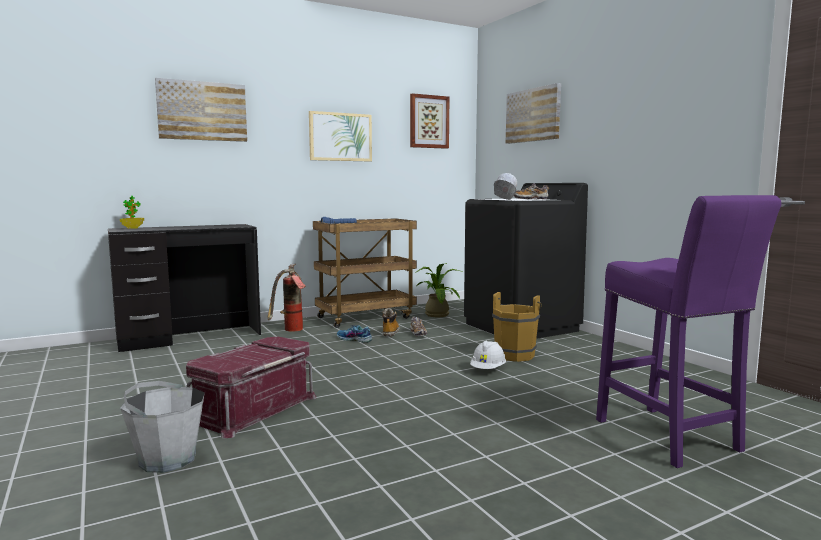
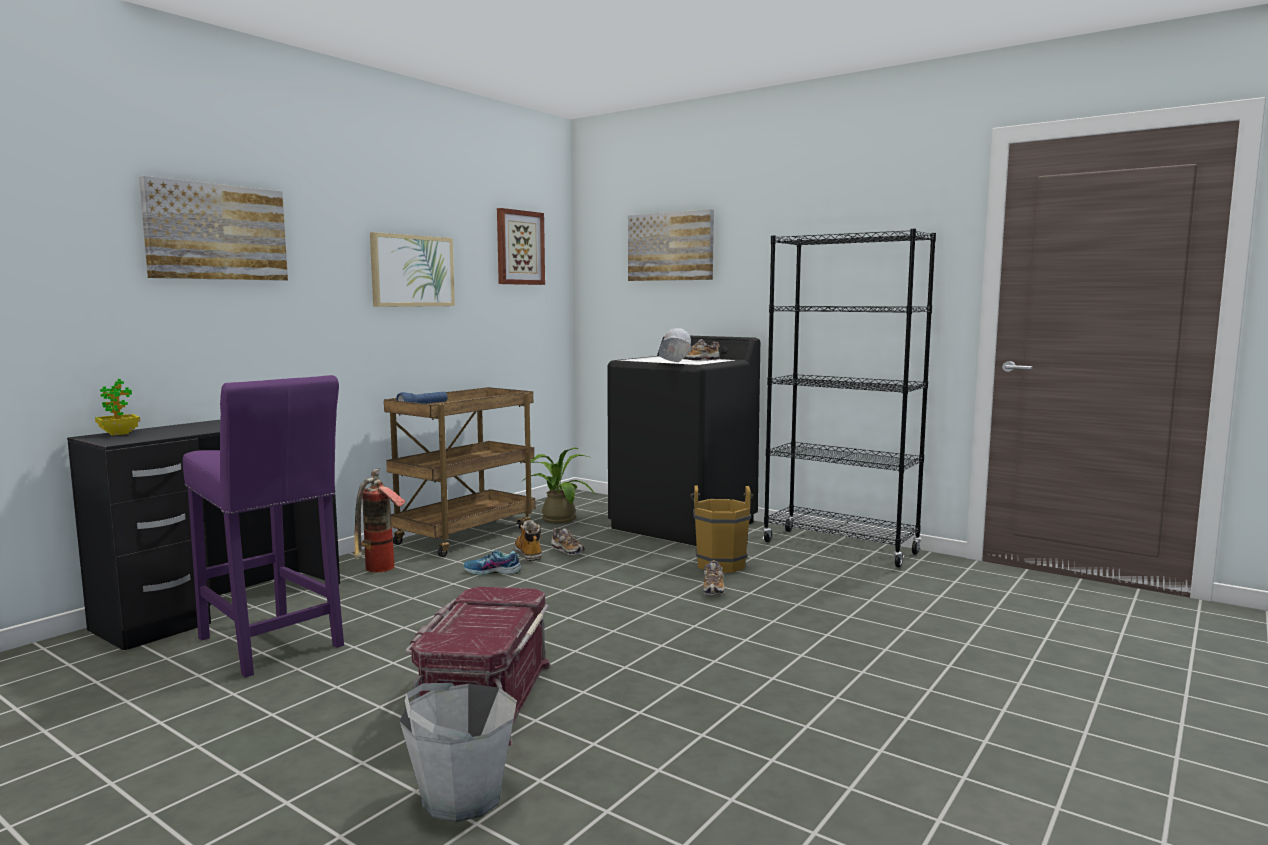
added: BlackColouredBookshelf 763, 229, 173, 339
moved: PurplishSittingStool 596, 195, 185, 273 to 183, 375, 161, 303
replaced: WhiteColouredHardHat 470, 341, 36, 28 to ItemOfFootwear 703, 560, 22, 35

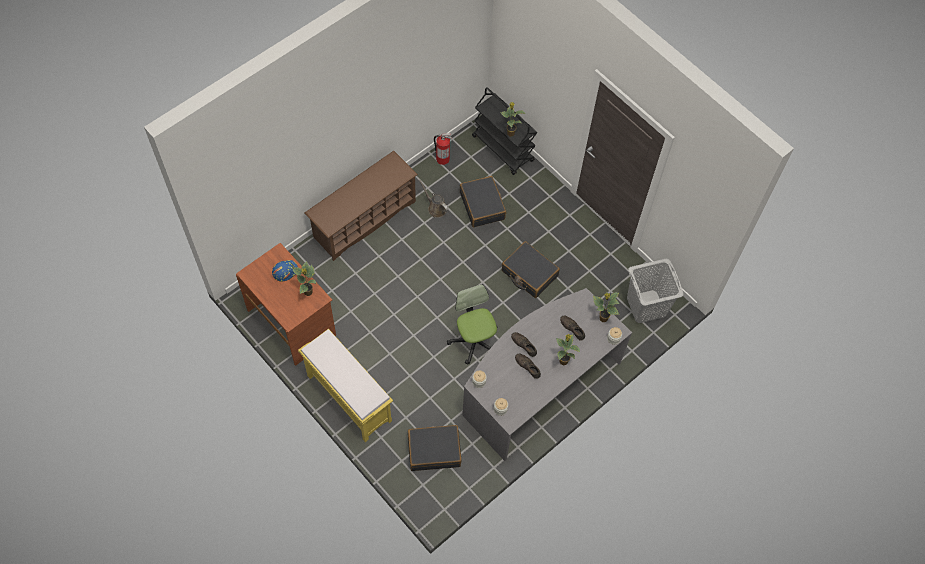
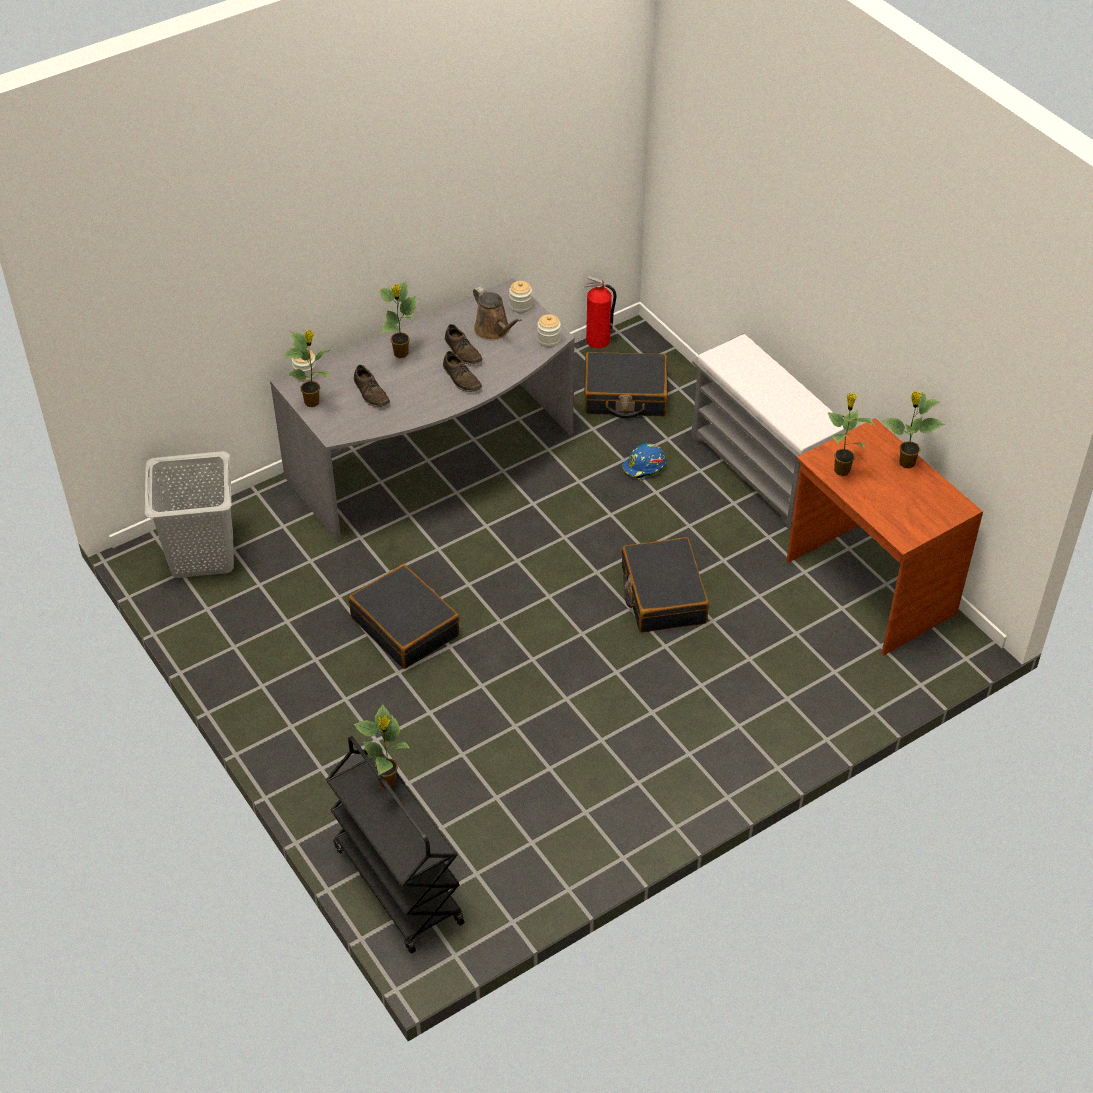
removed: BrownShoeShelf 305, 151, 113, 110; OfficeChair 447, 284, 50, 81
added: Houseplant 881, 391, 64, 78
moved: FireFightingCylinder 434, 133, 18, 32 to 584, 275, 32, 74; BlackColouredPieceOfLuggage 460, 176, 46, 51 to 621, 537, 88, 96; BrownWateringCan 419, 180, 29, 38 to 473, 287, 49, 53; BluishHardHat 272, 260, 26, 22 to 622, 443, 44, 38
recoloured: YellowBench 298, 329, 95, 113 to GreyishBench 691, 333, 159, 197

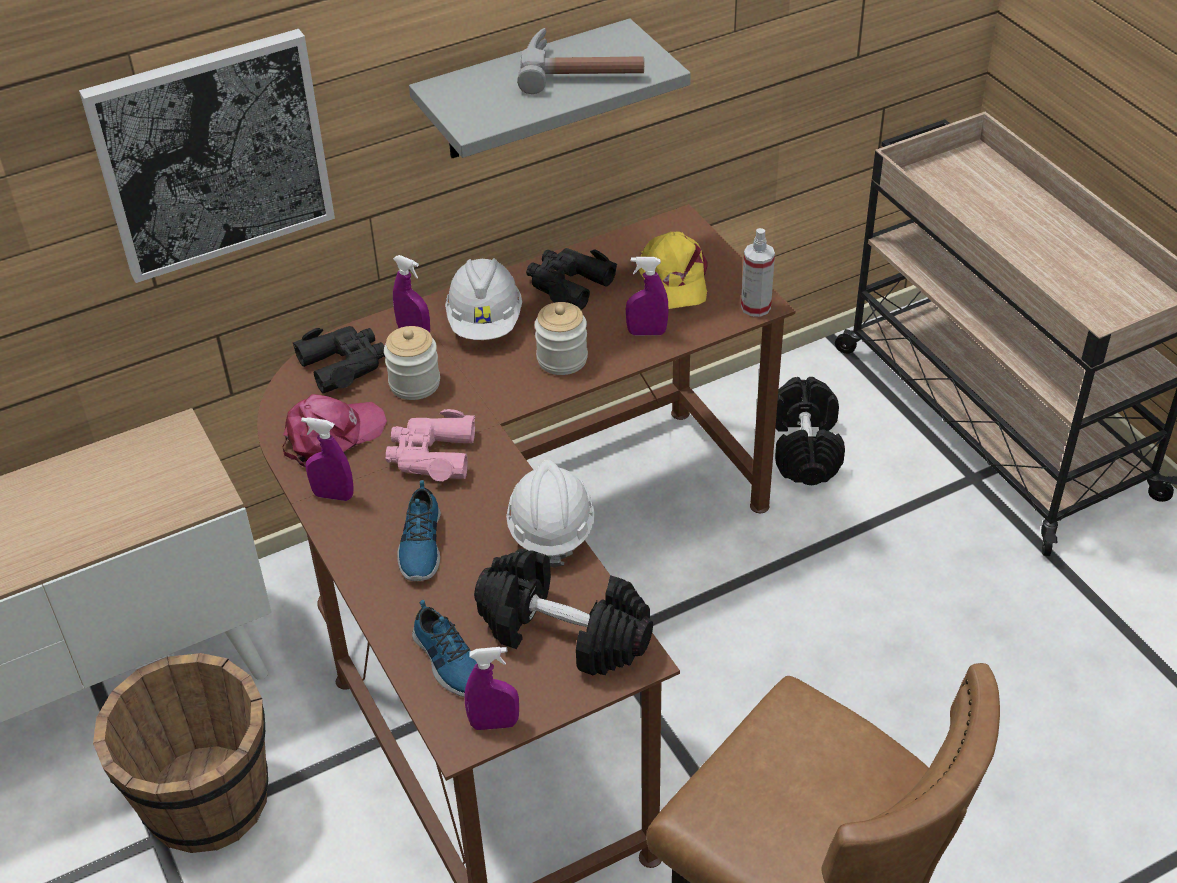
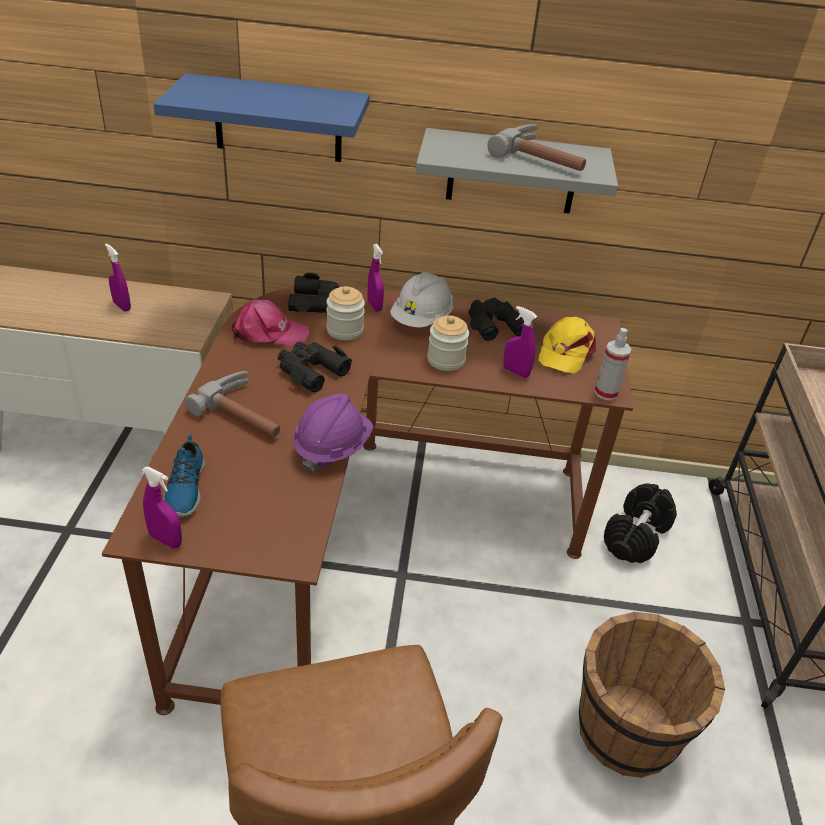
removed: BlackColouredDumbbell 474, 549, 179, 127
moved: PurplishHandSprayer 301, 417, 52, 84 to 105, 243, 26, 69; BrownWaterBucket 93, 653, 175, 200 to 579, 612, 146, 166
replaced: WallPicture 79, 29, 256, 254 to BluishWallShelf 154, 73, 216, 89; ItemOfFootwear 397, 480, 44, 101 to ToolHammer 185, 371, 95, 66
recoloured: PinkishFieldGlasses 385, 409, 90, 72 to BlackColouredFieldGlasses 278, 342, 74, 51; WhiteColouredHardHat 506, 460, 89, 108 to PurplishHardHat 293, 394, 81, 78

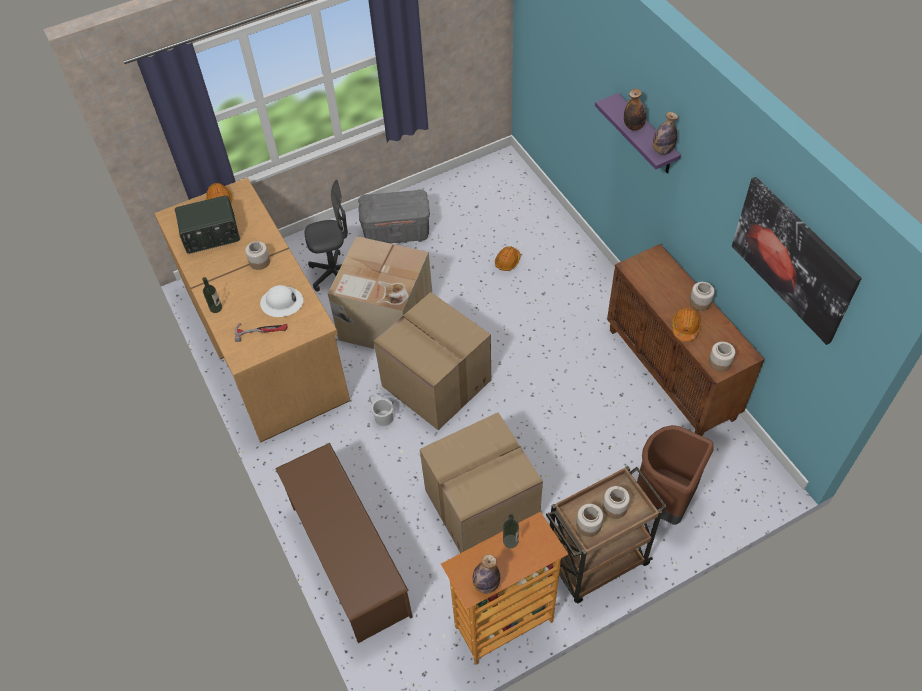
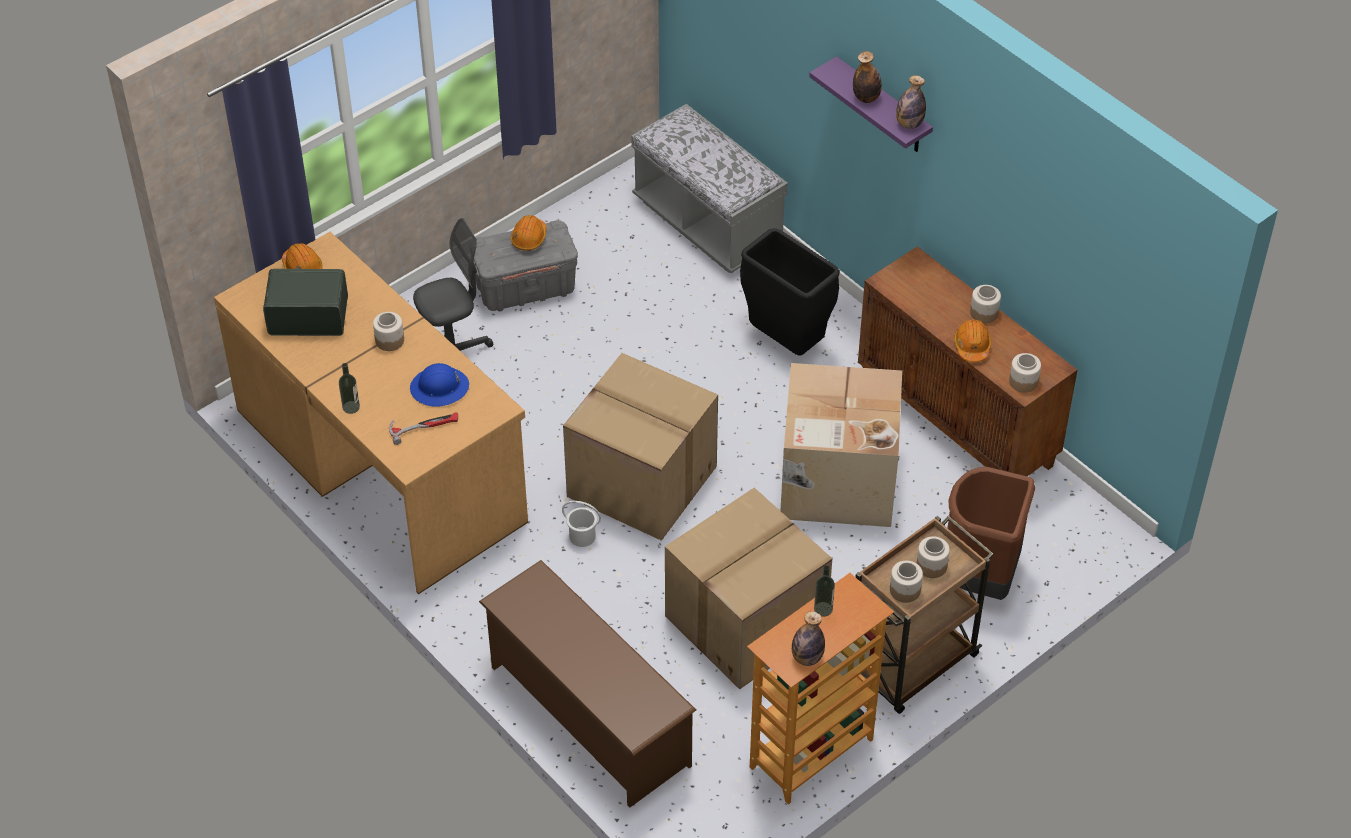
removed: WallPicture 732, 177, 130, 168
added: GreyishBench 631, 104, 157, 169; BlackColouredRubbishBin 740, 228, 100, 128
moved: Carton 328, 236, 104, 113 to 781, 363, 121, 164; OrangeColouredHardHat 495, 246, 26, 25 to 511, 215, 36, 36
recoloured: WhiteColouredHardHat 260, 285, 43, 32 to BluishHardHat 410, 363, 59, 44
turned: RadioSet 175, 195, 65, 59 = 263, 269, 85, 67 150 degrees counterclockwise

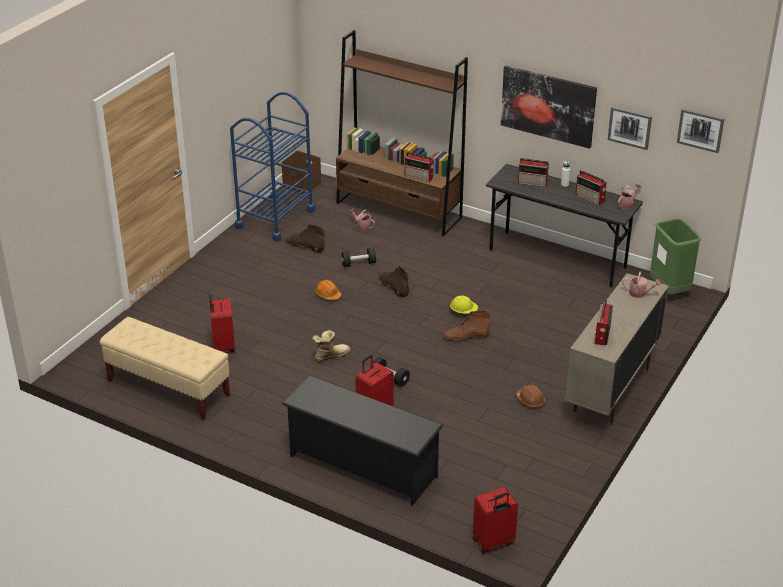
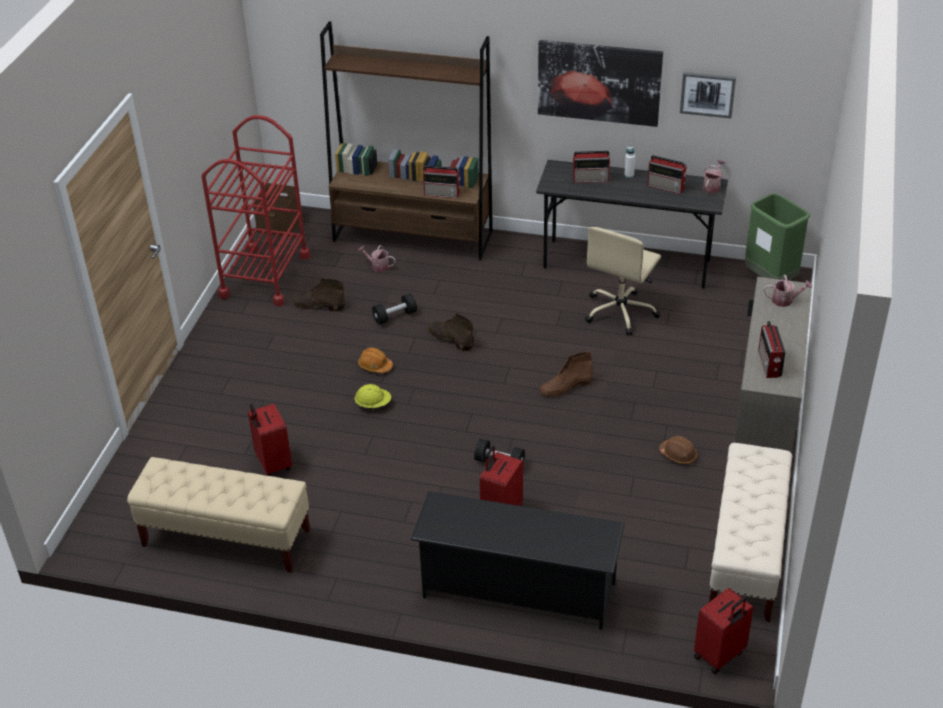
removed: WallPicture 677, 108, 48, 45; Boot 312, 330, 38, 31
added: BeigeOfficeChair 585, 227, 76, 108; BeigeBench 709, 443, 84, 179
moved: YellowHardHat 450, 296, 28, 20 to 354, 384, 37, 26
recoloured: BluishCart 230, 92, 85, 149 to RedColouredCart 201, 115, 109, 191

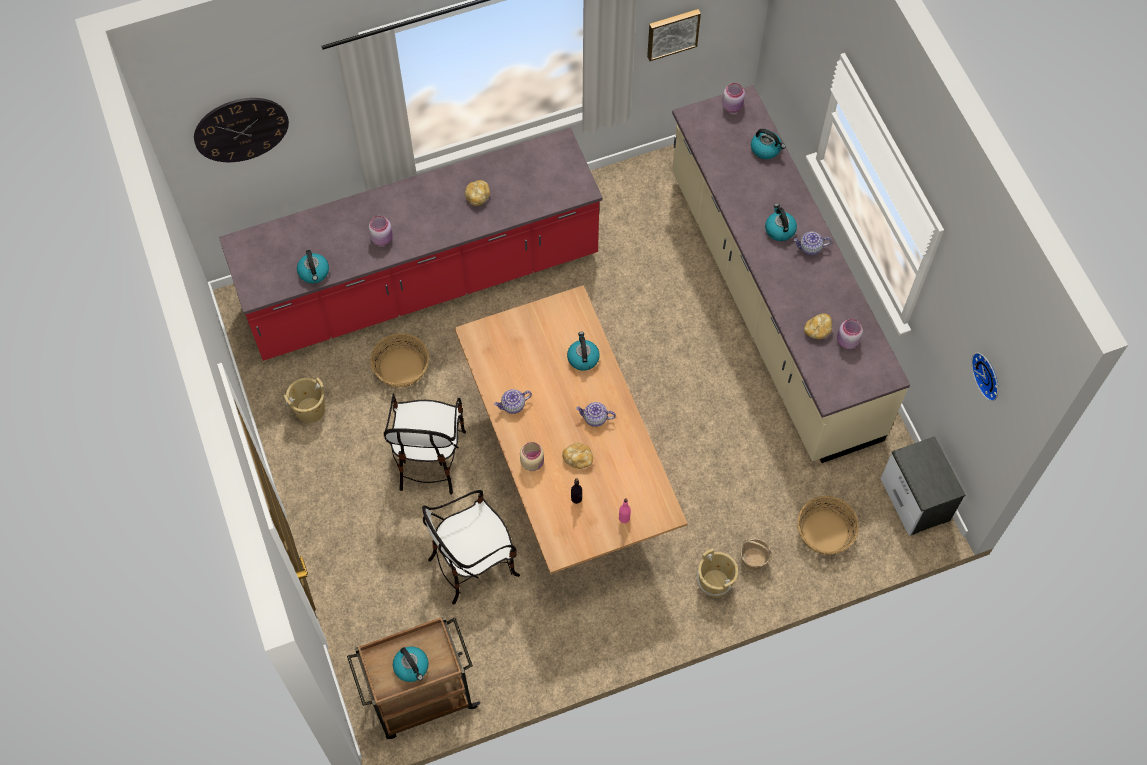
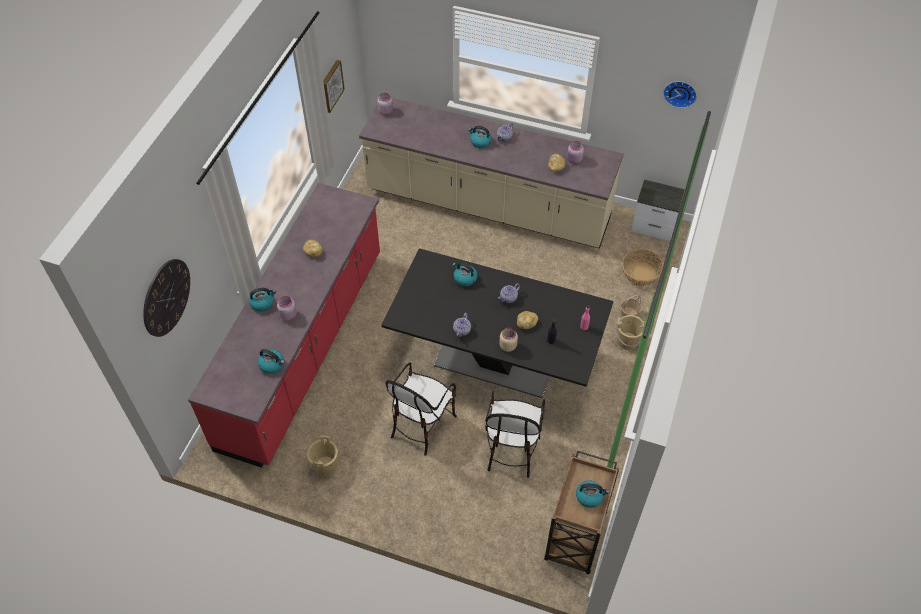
removed: Basket 371, 333, 58, 55
moved: TeaKettle 751, 129, 35, 30 to 249, 288, 27, 24
recoloured: BeigeDiningTable 455, 285, 233, 289 to BlackColouredDiningTable 381, 248, 232, 150
turned: Chair 384, 393, 82, 101 = 386, 362, 71, 94 75 degrees clockwise

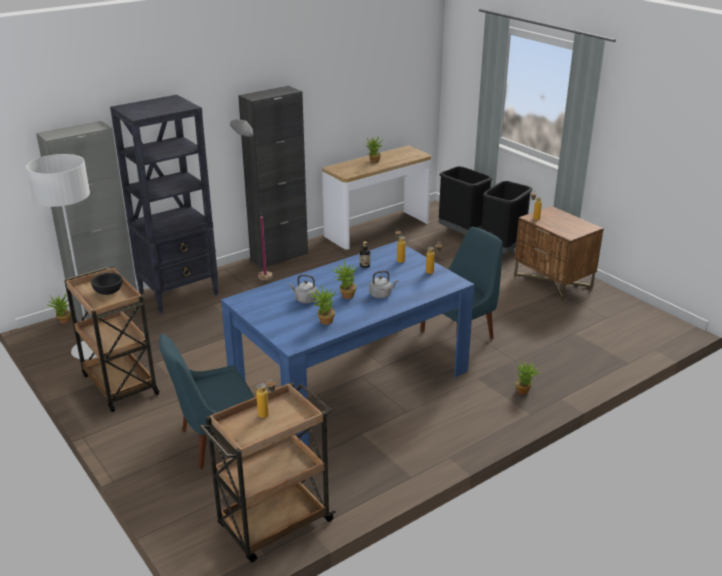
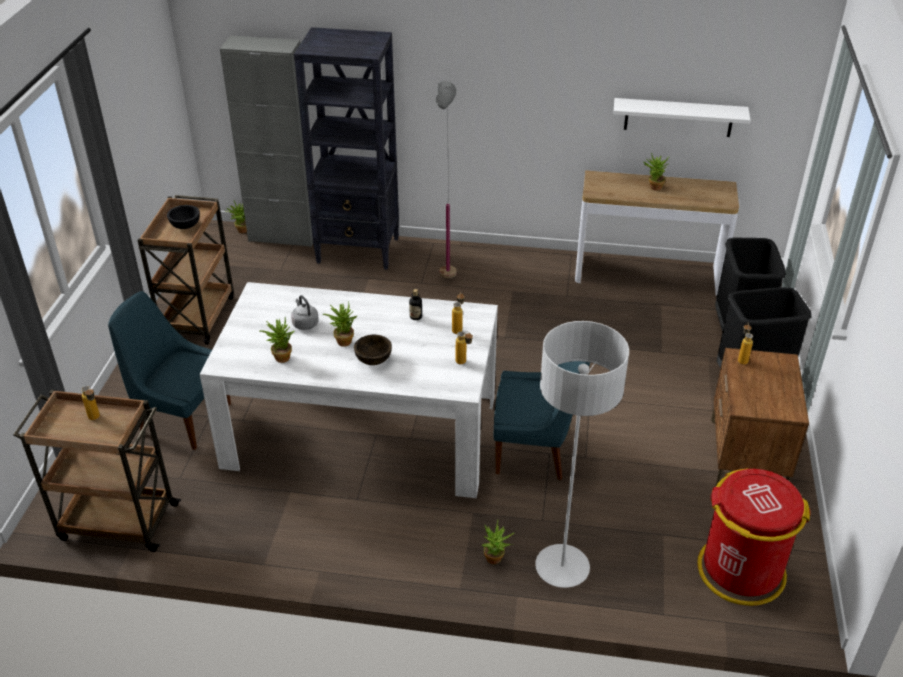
removed: BlackColouredStorageCabinet 238, 86, 70, 183
added: WhiteColouredWallShelf 613, 98, 138, 39; RedColouredRubbishBin 697, 468, 114, 138
moved: GreyishStandingLamp 26, 154, 71, 206 to 535, 321, 94, 267
replaced: GreyishTeaKettle 369, 270, 29, 28 to BrownBowl 354, 335, 38, 30
recoloured: BluishDiningTable 221, 241, 253, 205 to WhiteColouredDiningTable 200, 282, 298, 216

